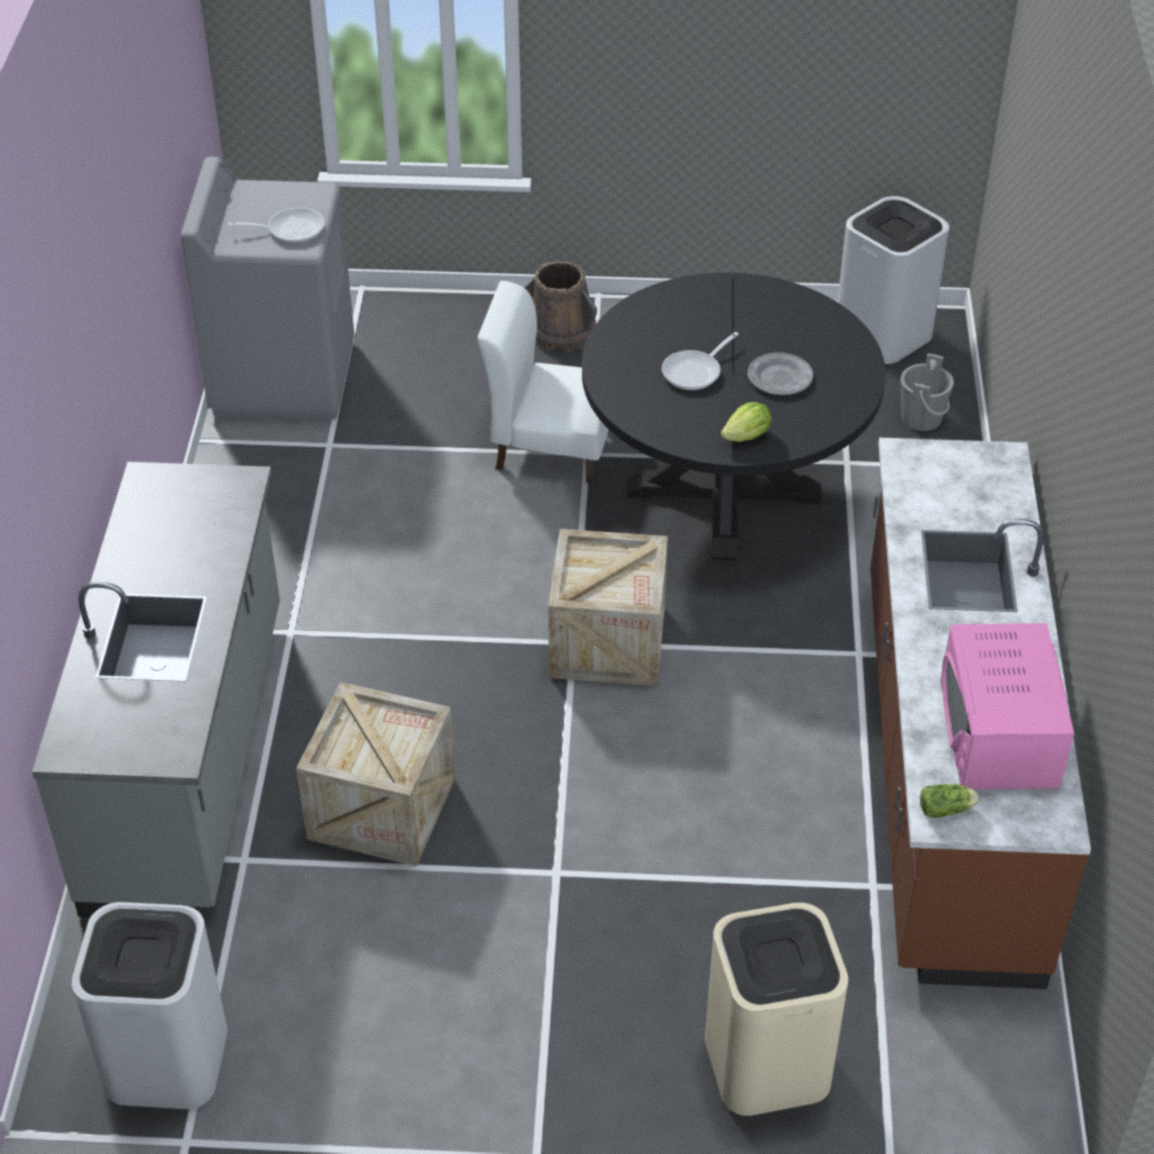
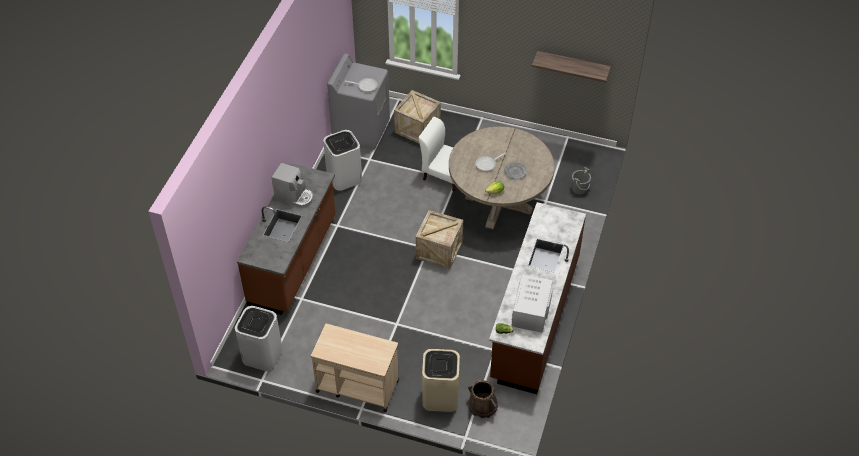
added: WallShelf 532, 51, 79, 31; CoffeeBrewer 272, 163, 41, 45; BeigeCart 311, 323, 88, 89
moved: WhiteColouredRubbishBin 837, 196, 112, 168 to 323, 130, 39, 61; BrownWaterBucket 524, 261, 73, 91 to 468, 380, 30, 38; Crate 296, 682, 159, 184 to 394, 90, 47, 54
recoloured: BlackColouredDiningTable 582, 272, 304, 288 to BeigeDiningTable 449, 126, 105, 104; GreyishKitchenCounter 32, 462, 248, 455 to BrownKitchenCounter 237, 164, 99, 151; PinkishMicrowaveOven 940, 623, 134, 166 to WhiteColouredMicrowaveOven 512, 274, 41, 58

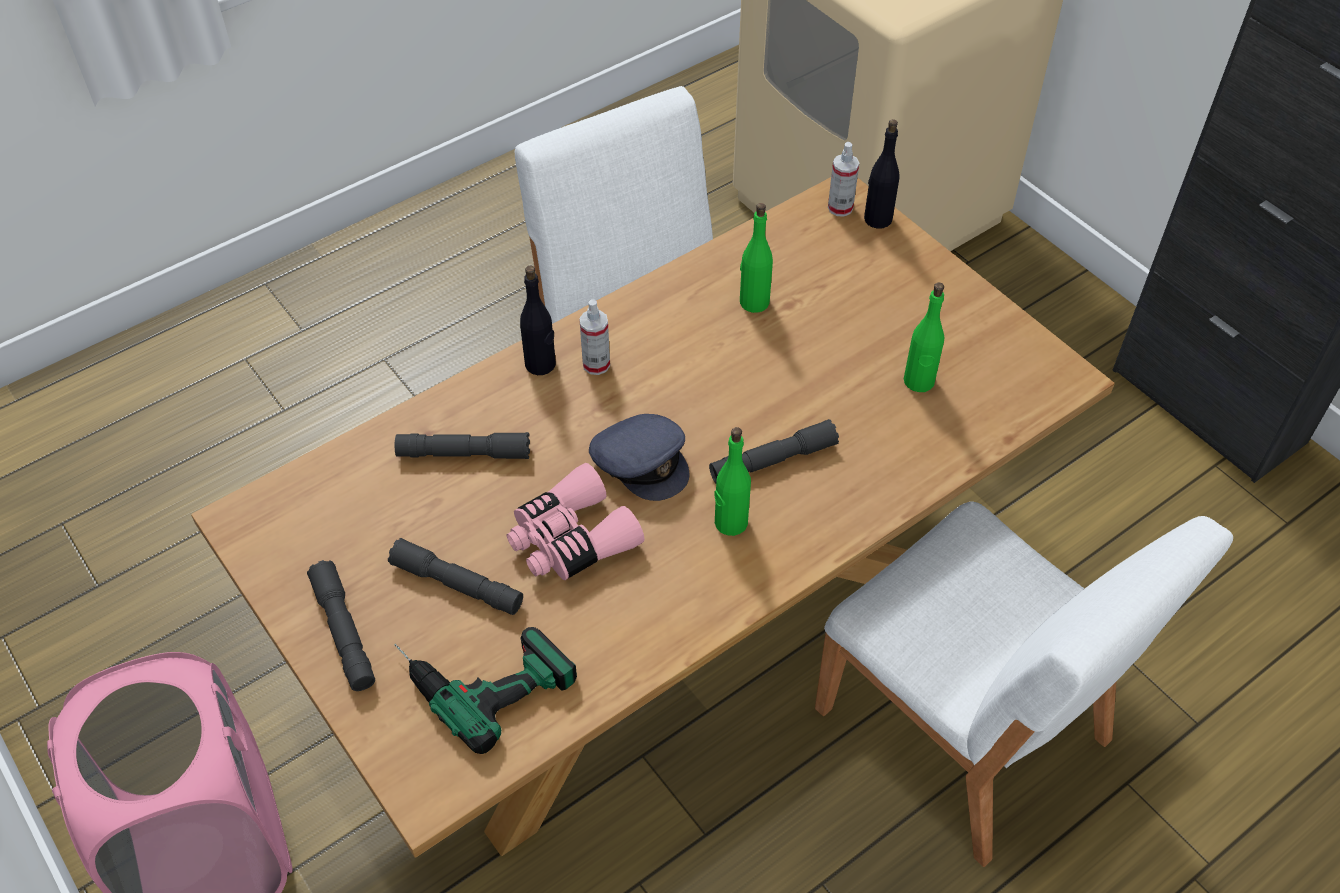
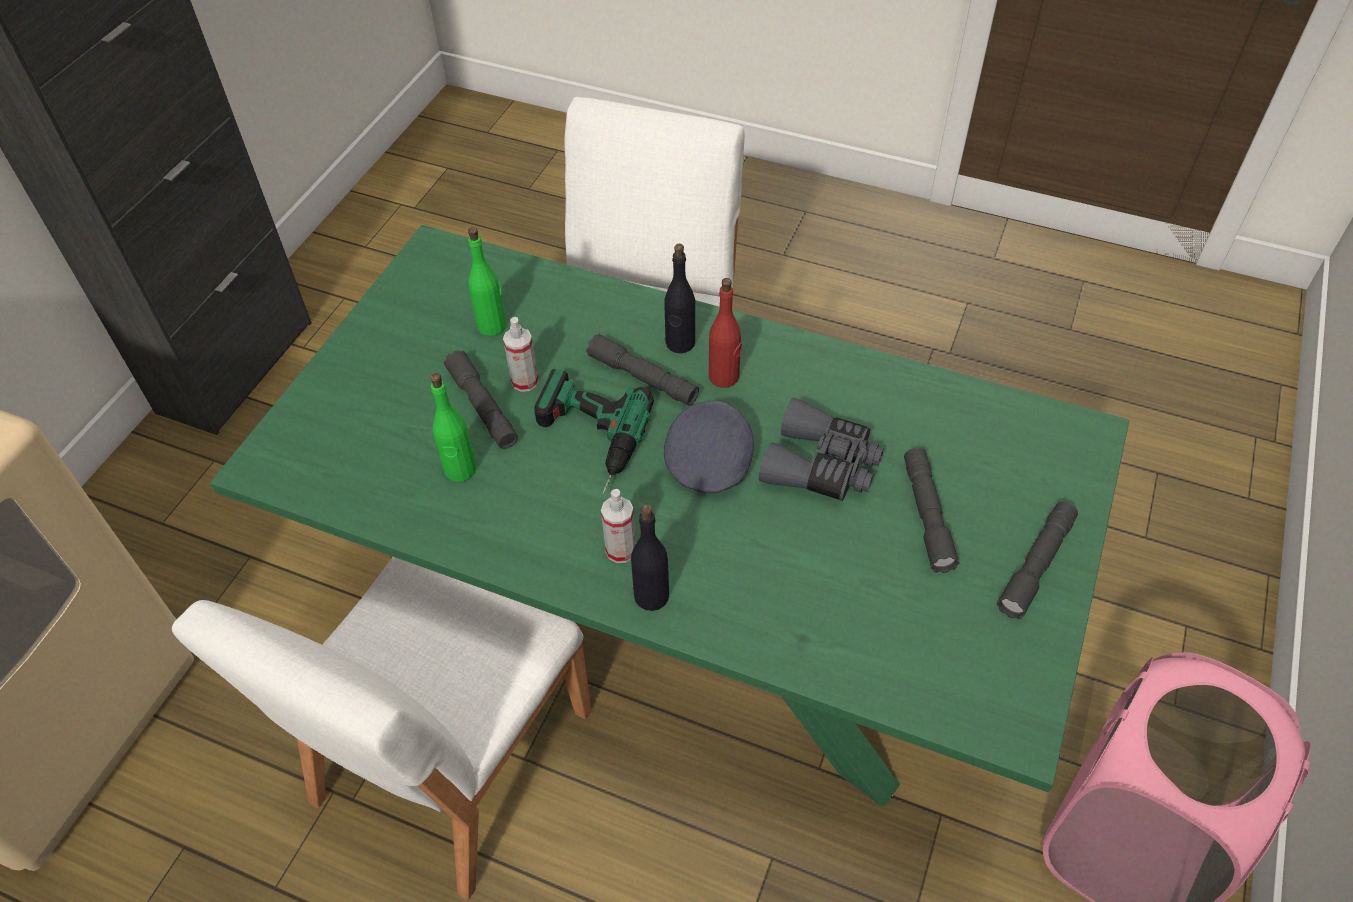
moved: BlackColouredBeverageBottle 864, 119, 36, 110 to 664, 244, 31, 110; HandSprayer 828, 142, 31, 75 to 503, 317, 36, 75; GreyishFlashlight 395, 432, 135, 27 to 444, 350, 74, 99; PowerDrill 394, 627, 183, 127 to 534, 369, 120, 125
recoloured: BrownDiningTable 191, 177, 924, 681 to GreenishDiningTable 210, 225, 919, 582; GreenishBeverageBottle 714, 427, 37, 109 to RedColouredBeverageBottle 709, 278, 33, 110; PinkishFieldGlasses 507, 463, 137, 117 to GreyishFieldGlasses 759, 398, 125, 103

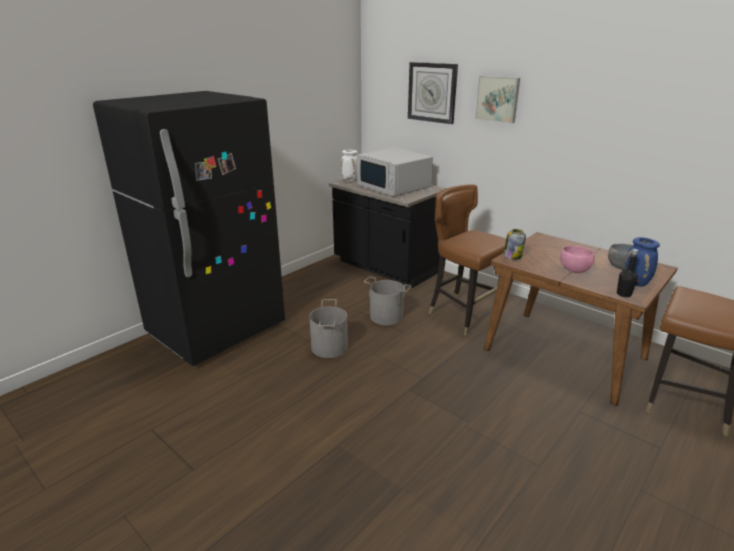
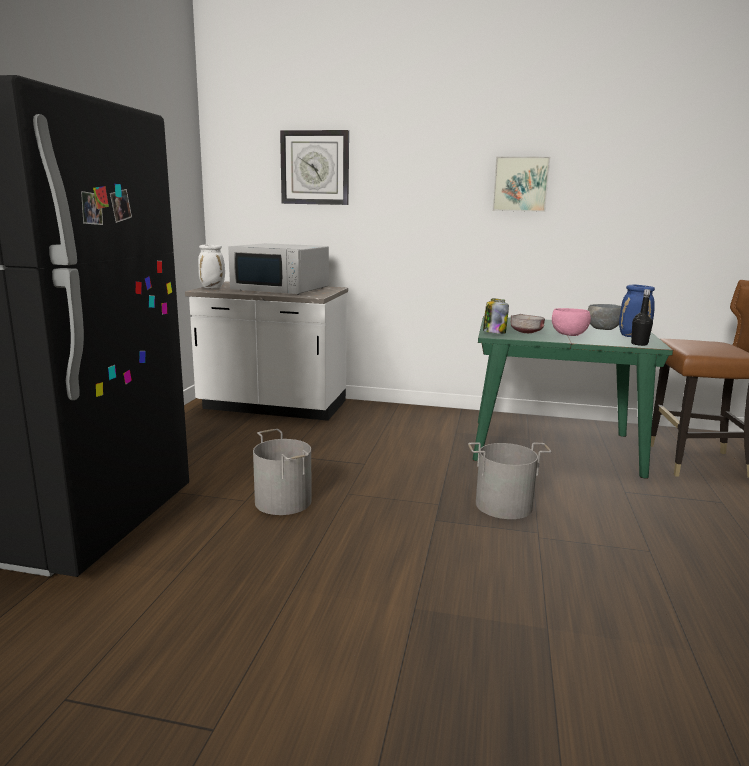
removed: BrownChair 428, 184, 78, 152
added: GreyishBowl 510, 314, 35, 19
moved: WallPicture 475, 76, 45, 47 to 492, 156, 58, 56; GreyishWaterBucket 364, 277, 47, 48 to 468, 442, 84, 77
recoloured: BlackColouredKitchenCounter 329, 179, 117, 109 to WhiteColouredKitchenCounter 185, 282, 163, 139; BrownDiningTable 484, 232, 194, 174 to GreenishDiningTable 472, 316, 201, 162

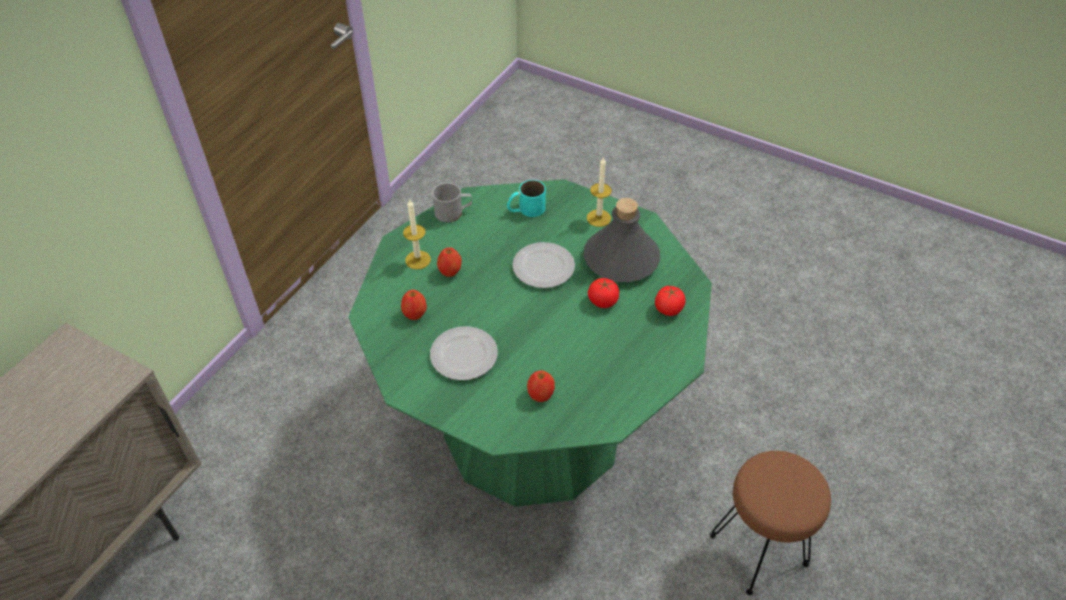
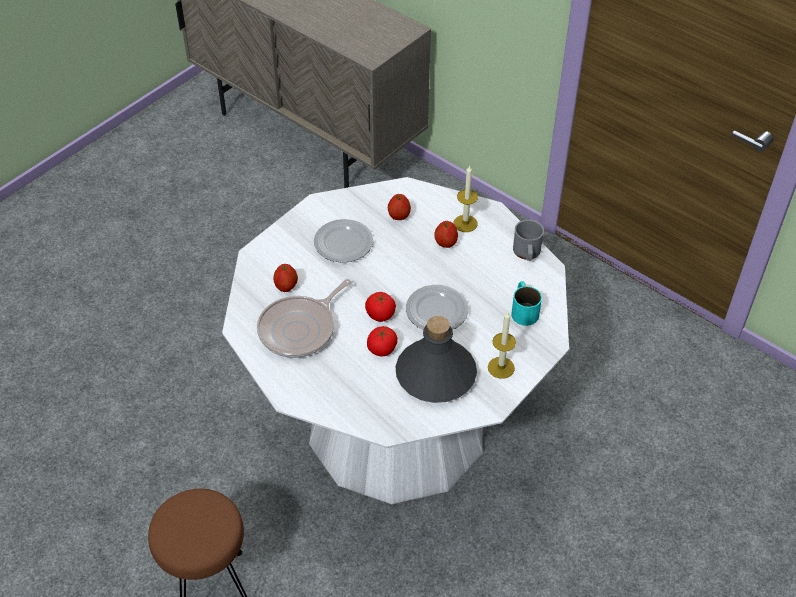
added: FryingPan 257, 279, 94, 79
moved: FreshTomato 655, 286, 30, 30 to 365, 292, 31, 30
recoloured: GreenishDiningTable 348, 179, 364, 328 to WhiteColouredDiningTable 222, 177, 347, 327

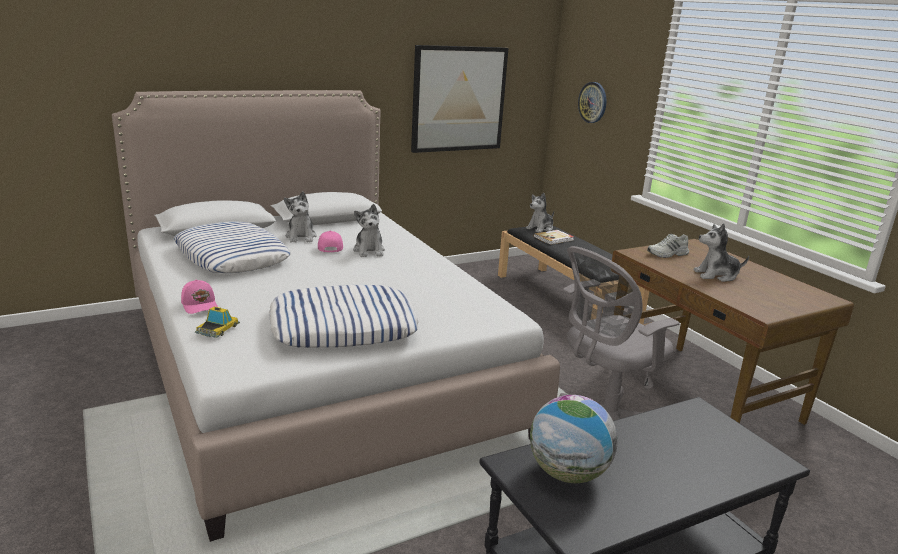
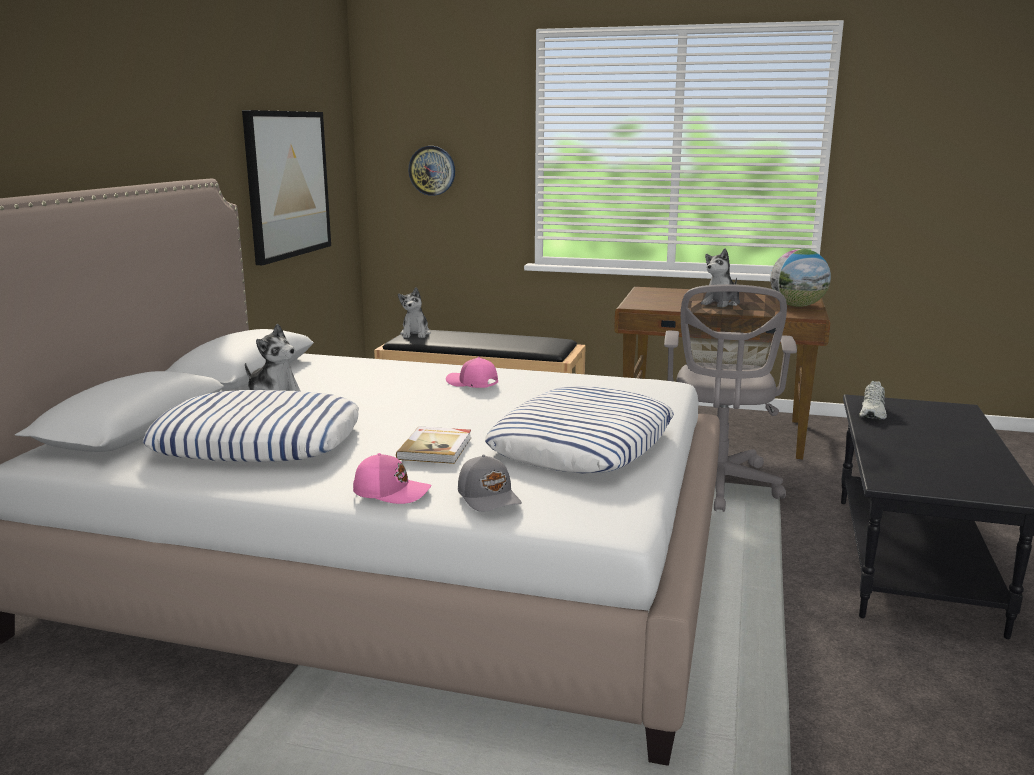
removed: CuddlyToy 353, 204, 32, 53
moved: PinkishBaseballCap 318, 230, 25, 22 to 446, 357, 52, 31; BoundBook 534, 230, 40, 15 to 396, 426, 75, 38; WhiteColouredItemOfFootwear 647, 234, 42, 24 to 859, 381, 28, 39; WorldGlobe 530, 395, 88, 88 to 770, 249, 61, 58
replaced: MiniatureCar 195, 306, 45, 32 to GreyishBaseballCap 458, 455, 64, 57

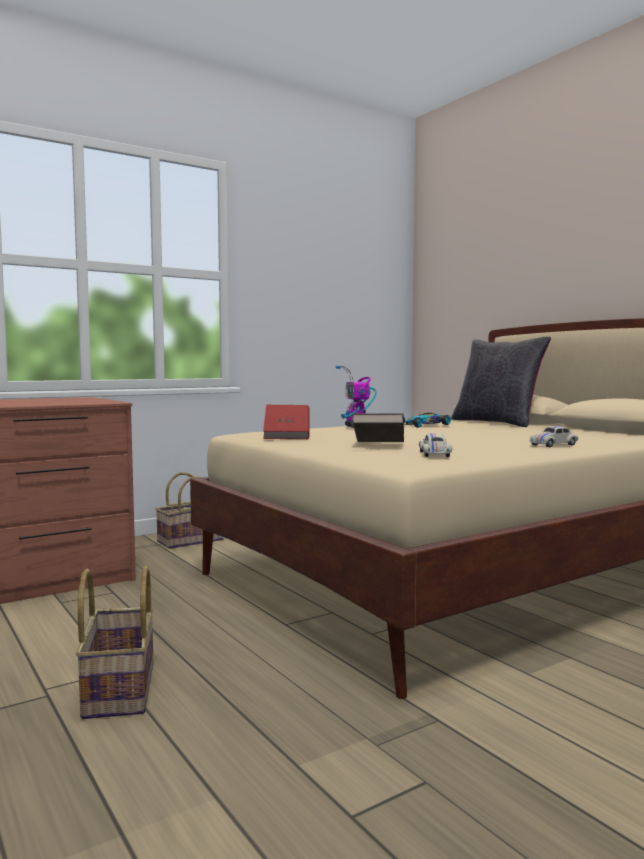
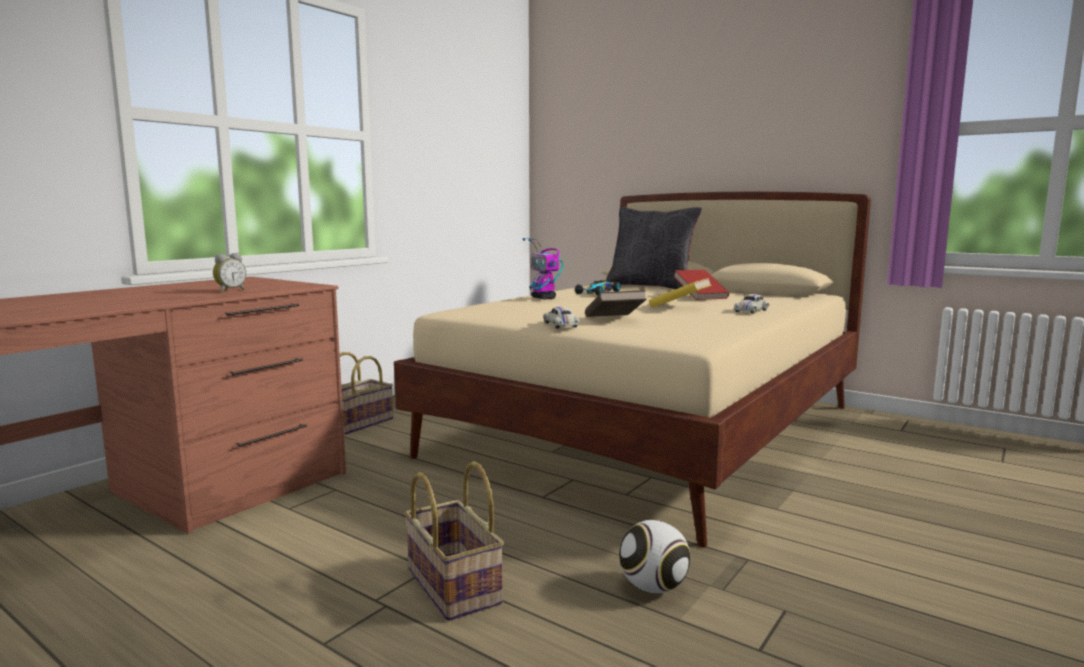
added: TableClock 213, 253, 33, 39; YellowBoundBook 649, 278, 63, 29; BallForFootball 619, 520, 71, 73
moved: RedColouredBoundBook 263, 405, 47, 34 to 673, 270, 56, 30; WhiteColouredMiniatureCar 419, 433, 33, 24 to 543, 306, 37, 23

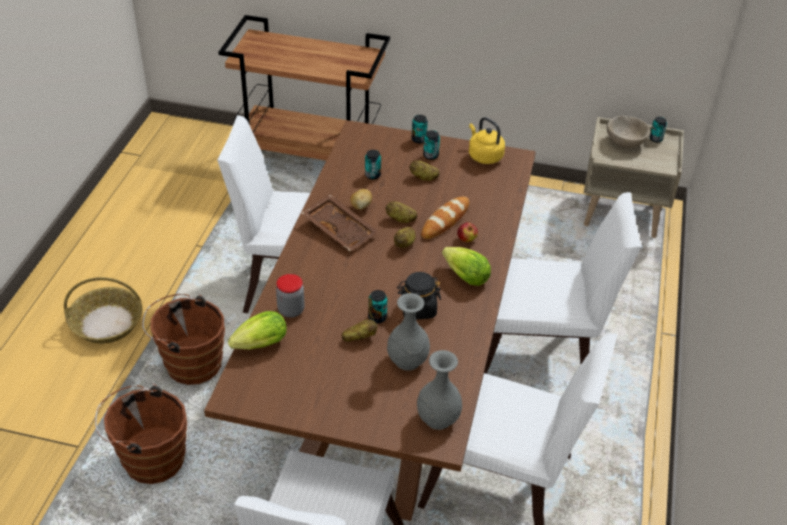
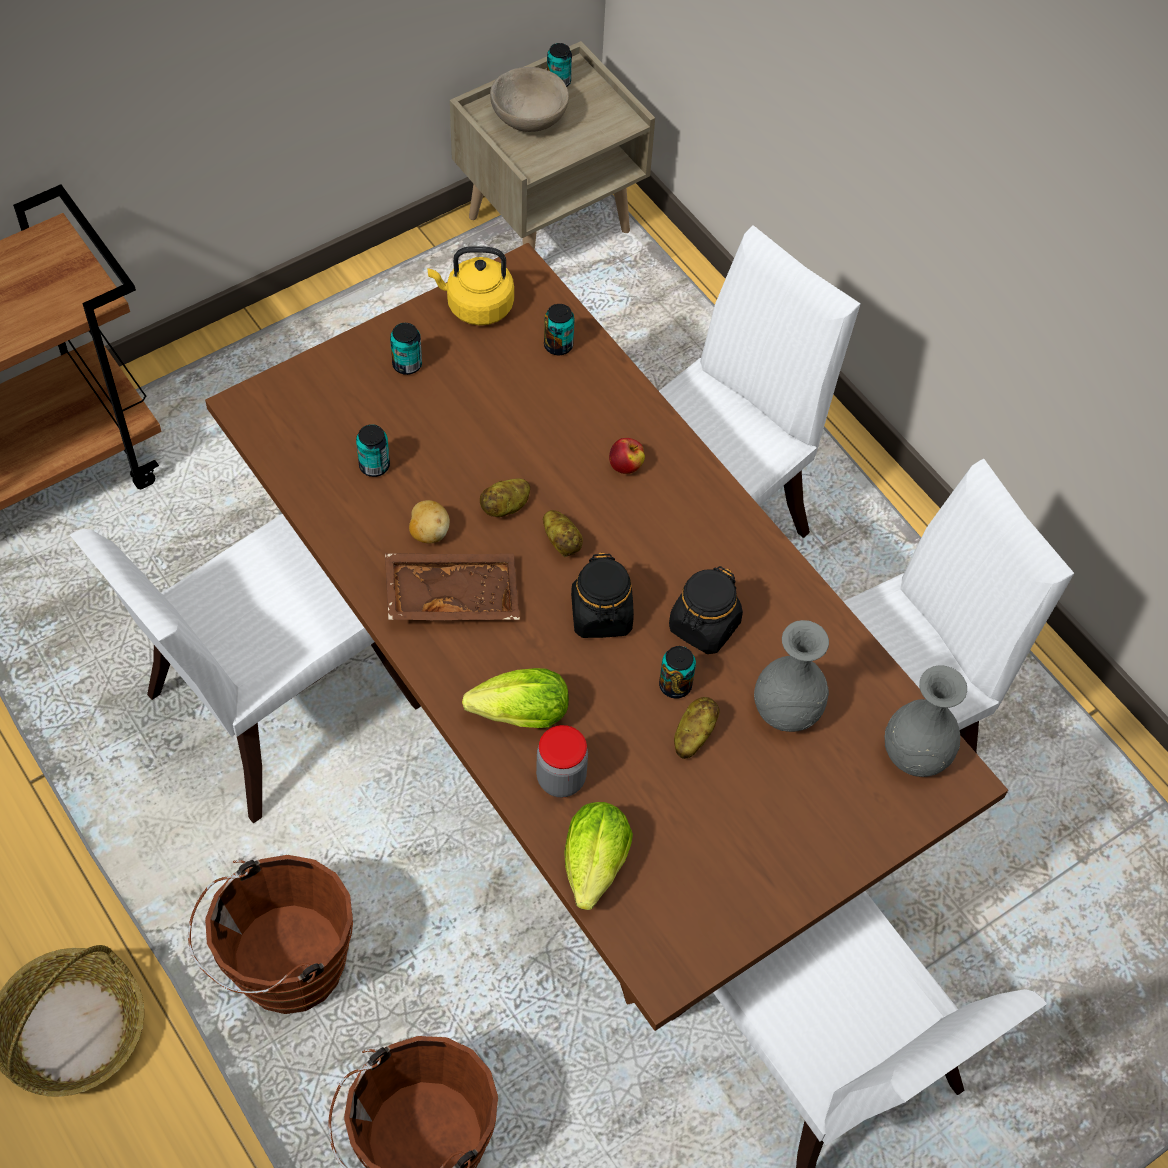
removed: Potato 409, 160, 31, 21; BakedBread 421, 197, 49, 42
added: BlackColouredJar 571, 553, 63, 85
moved: MetalCan 412, 115, 16, 28 to 544, 304, 31, 51; Lettuce 442, 247, 49, 39 to 462, 668, 107, 60

